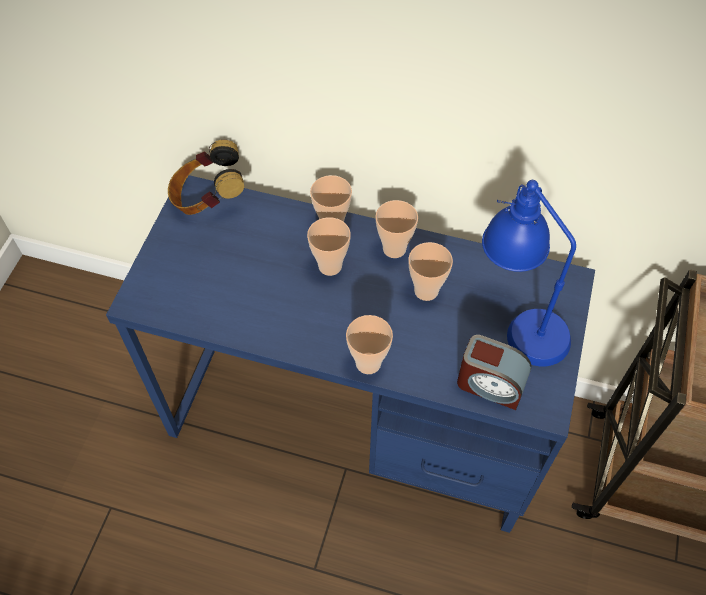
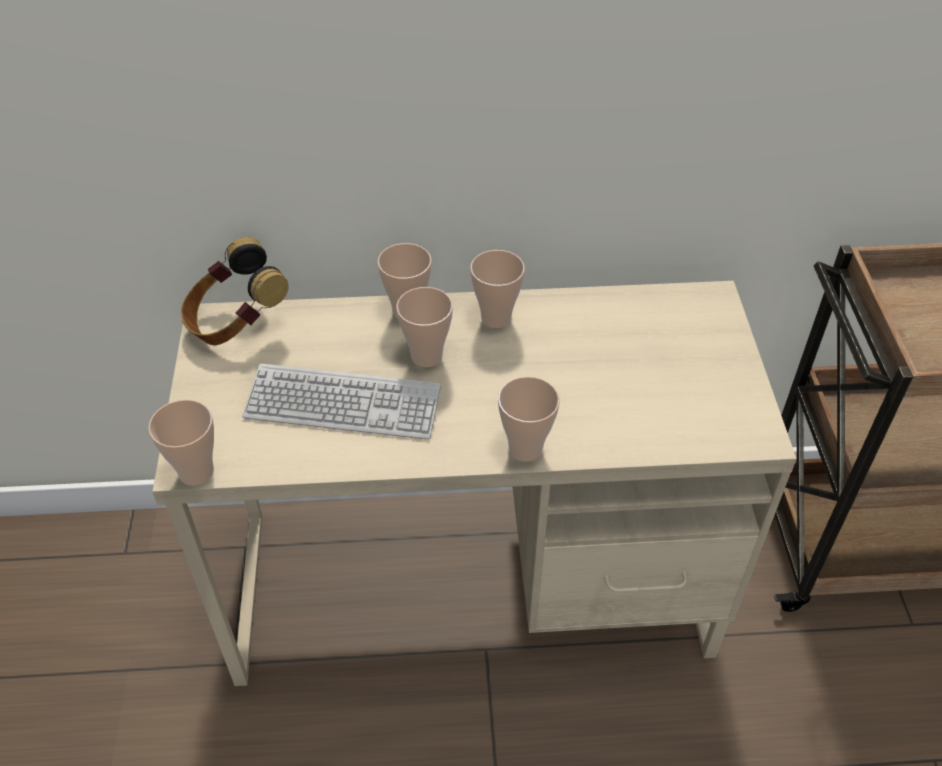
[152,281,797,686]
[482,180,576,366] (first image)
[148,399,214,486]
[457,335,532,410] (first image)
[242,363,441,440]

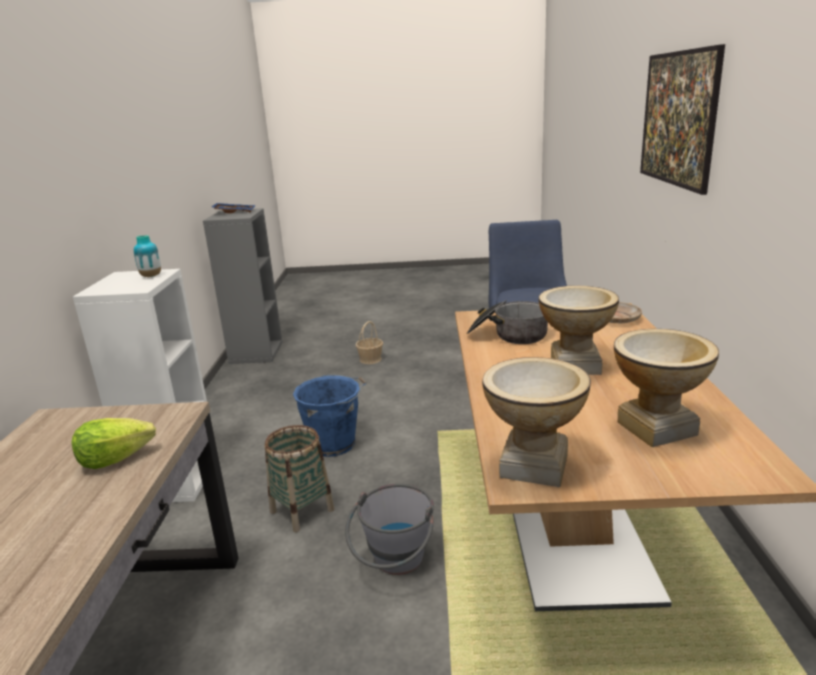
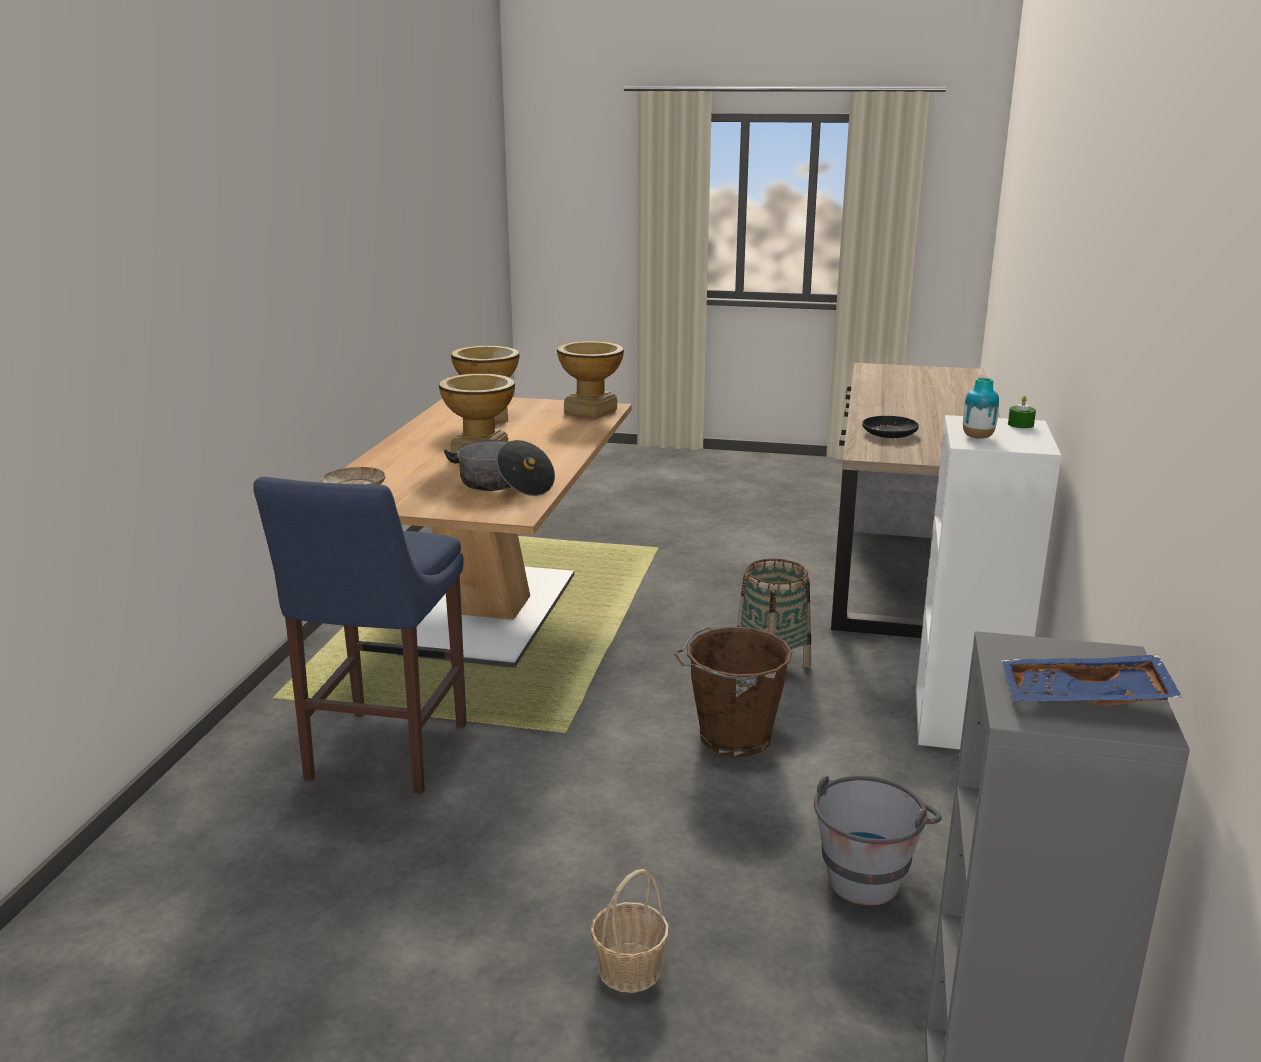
[640,44,725,195] (first image)
[674,627,792,757]
[862,416,919,438]
[814,775,942,906]
[1008,396,1036,429]

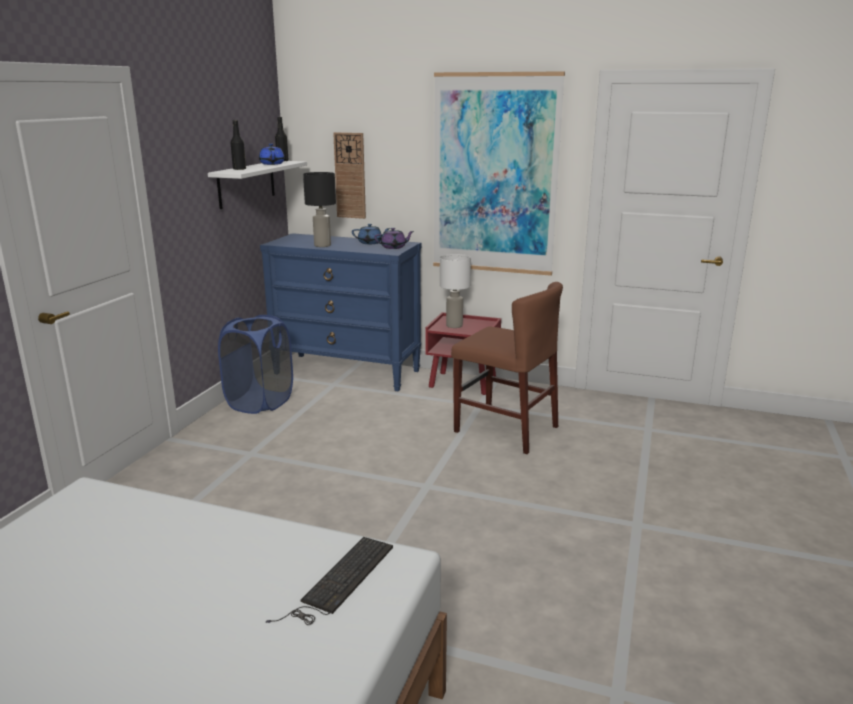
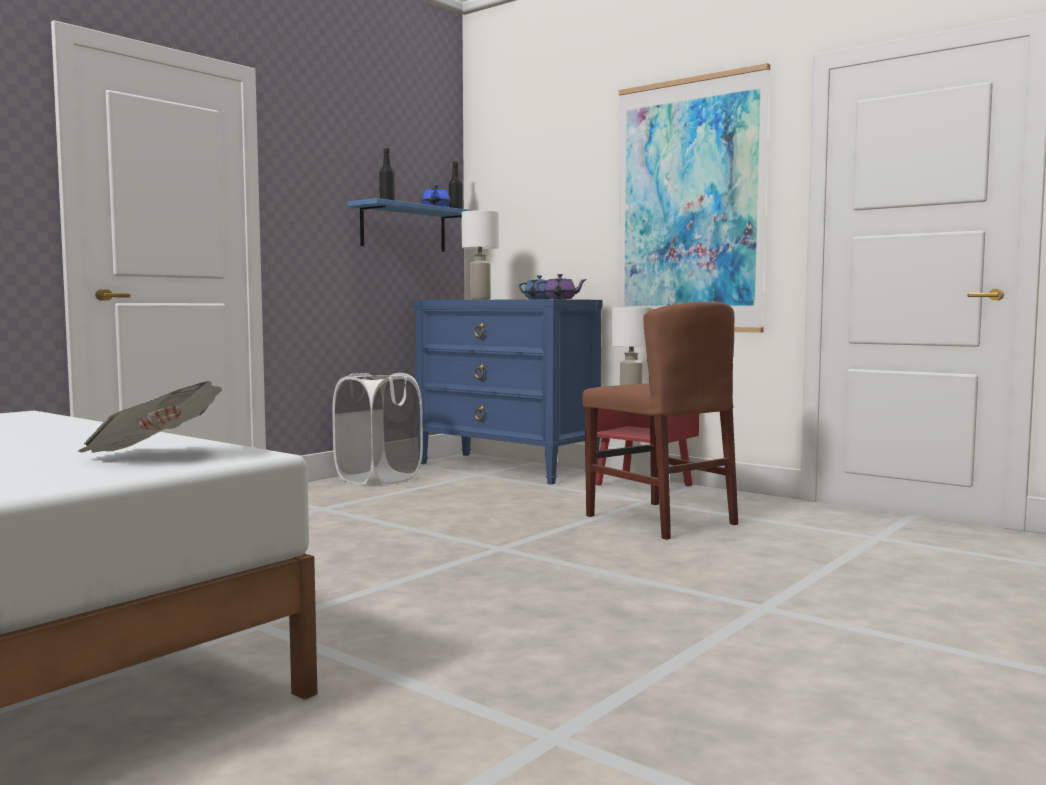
[333,132,366,219] (first image)
[347,198,476,252]
[461,210,499,300]
[332,373,423,485]
[78,381,222,453]

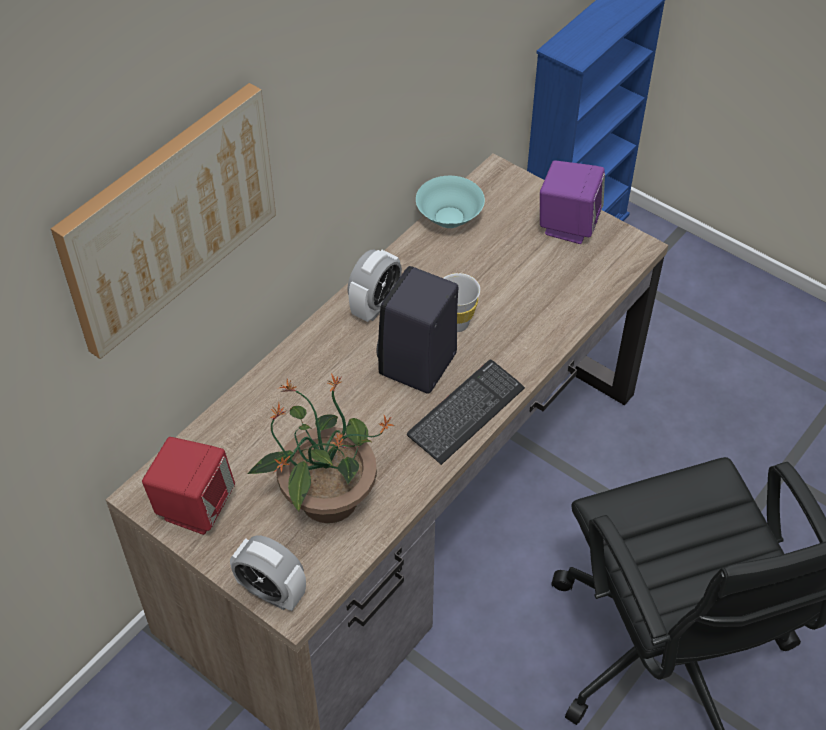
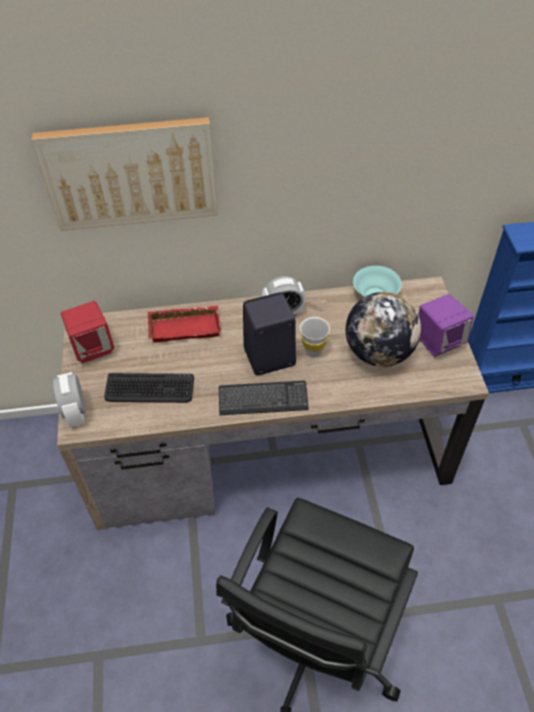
[104,373,194,403]
[346,292,421,367]
[147,306,221,343]

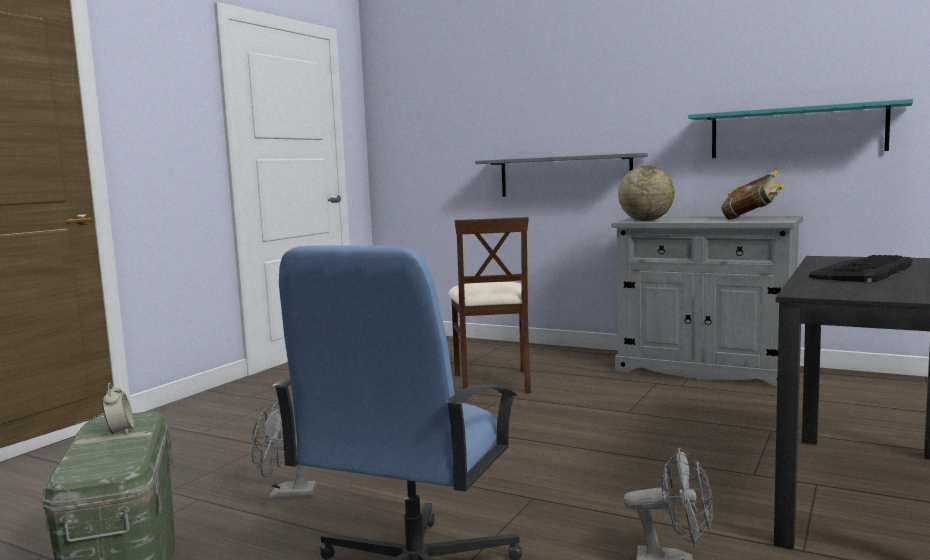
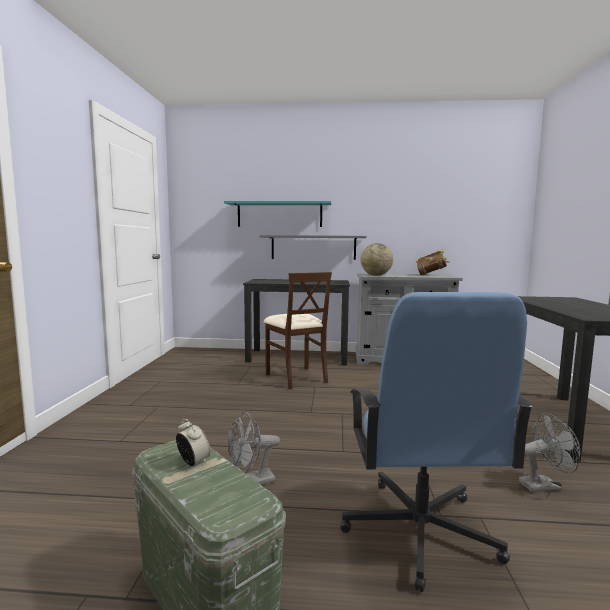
[224,201,331,227]
[809,255,913,282] (first image)
[243,279,350,365]

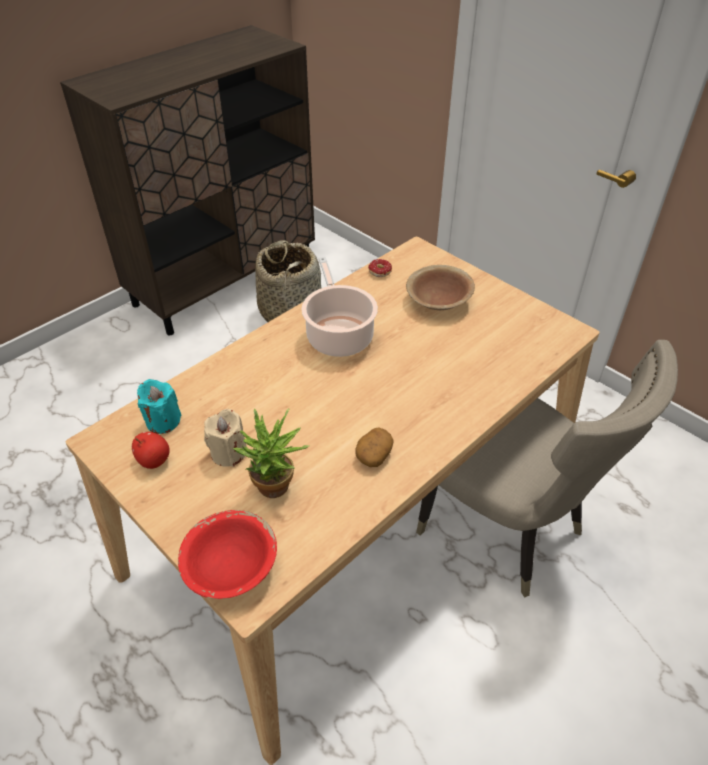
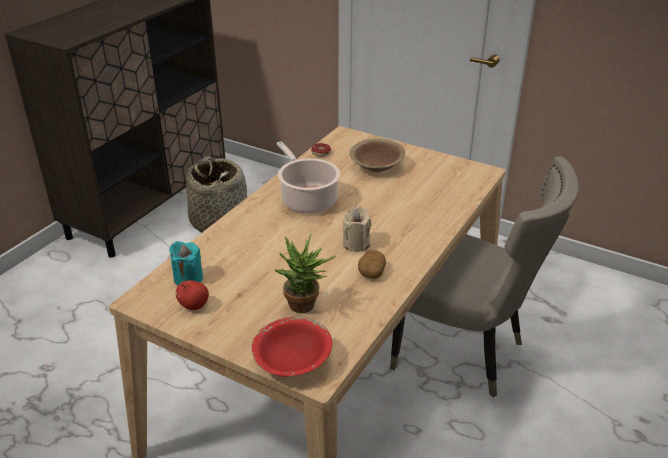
[343,206,371,252]

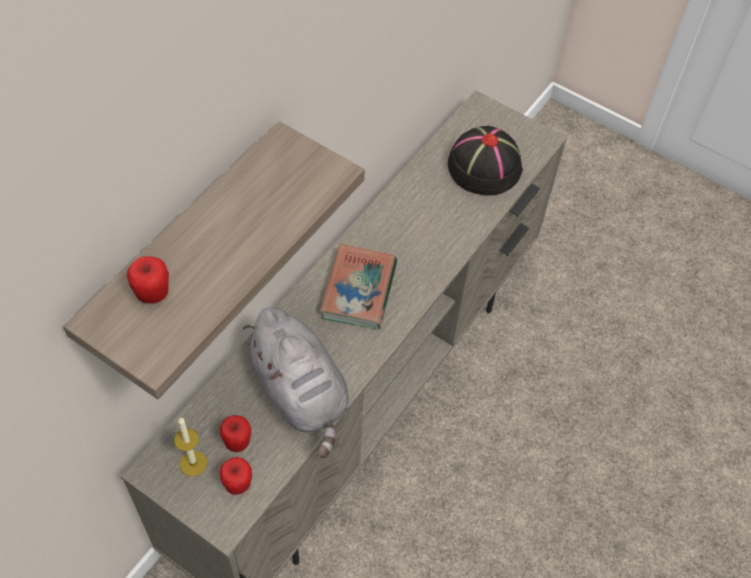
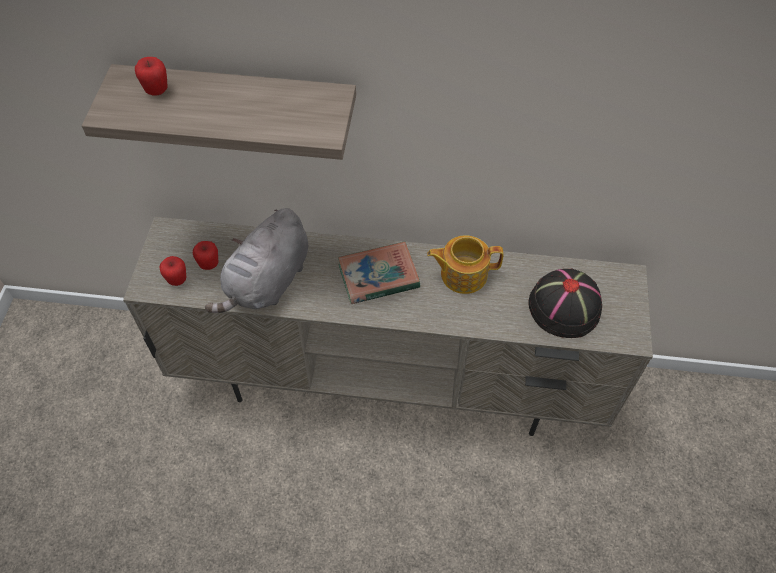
[174,418,207,476] (first image)
[427,235,504,294]

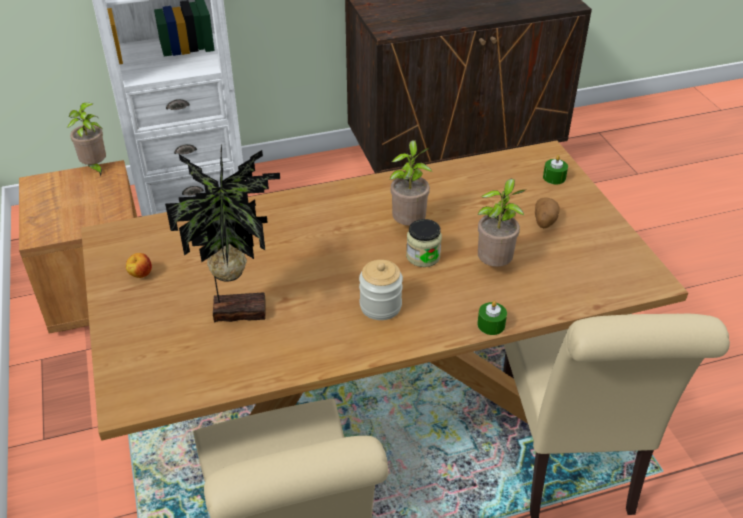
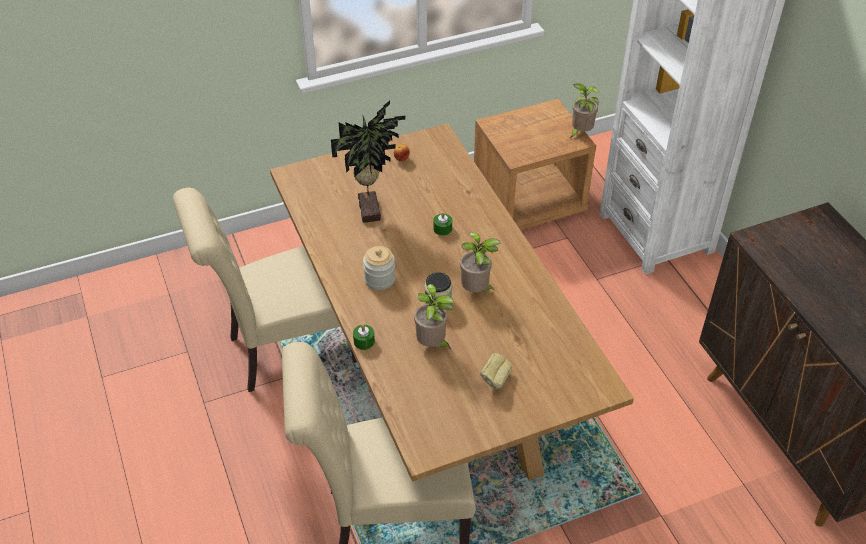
[433,212,452,236]
[480,353,512,390]

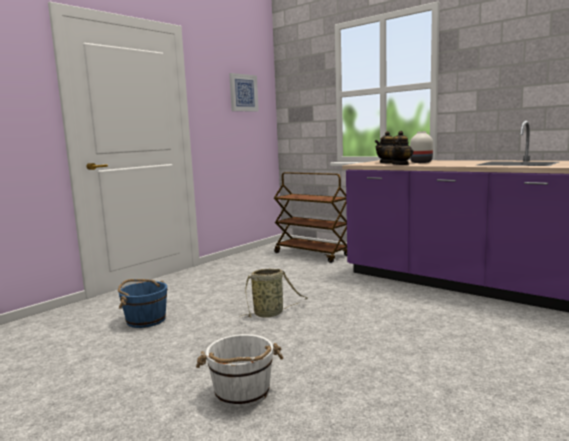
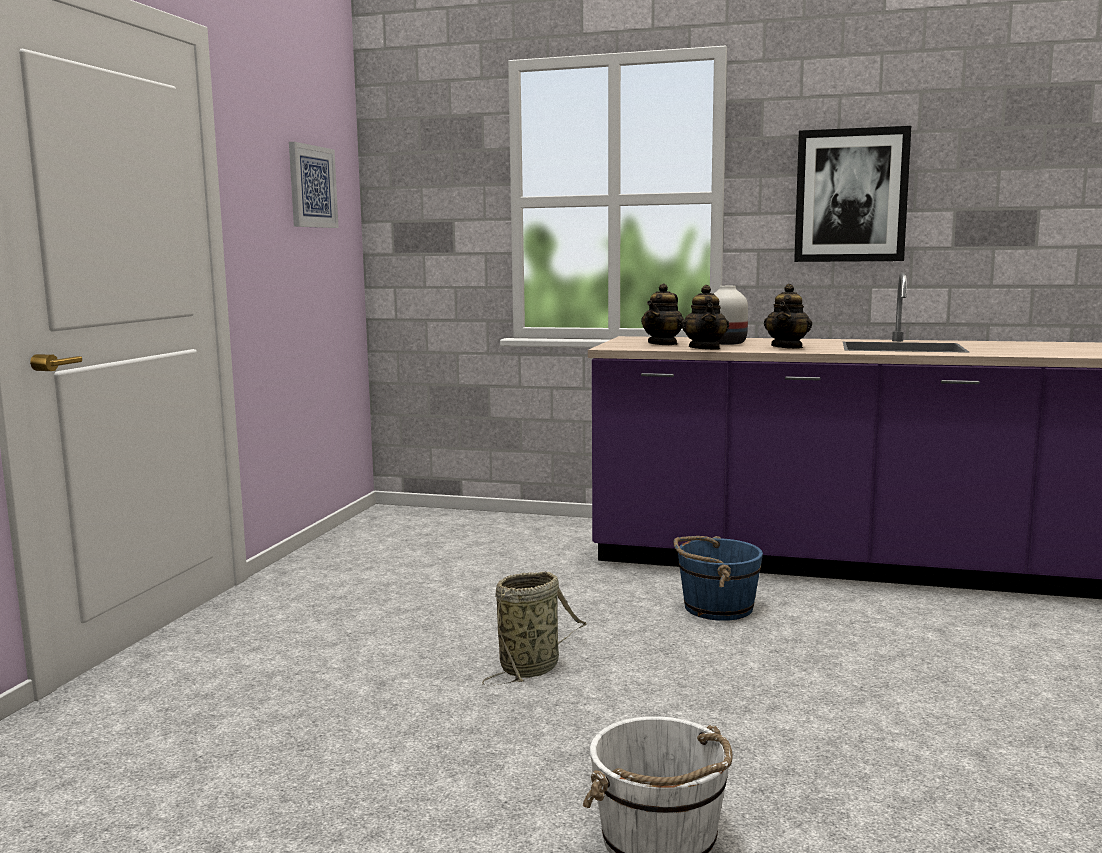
[274,172,347,263] (first image)
[673,536,763,621]
[794,126,911,262]
[764,284,812,349]

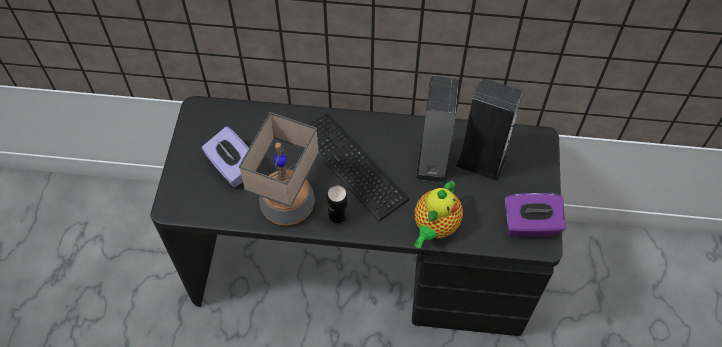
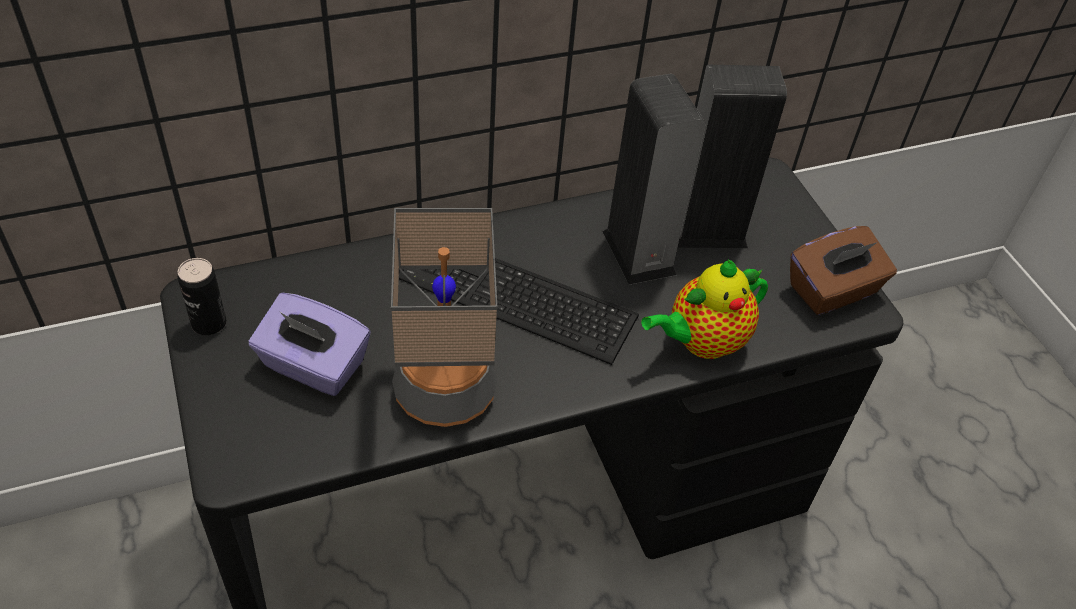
[641,260,768,359]
[178,258,226,335]
[790,226,897,315]

